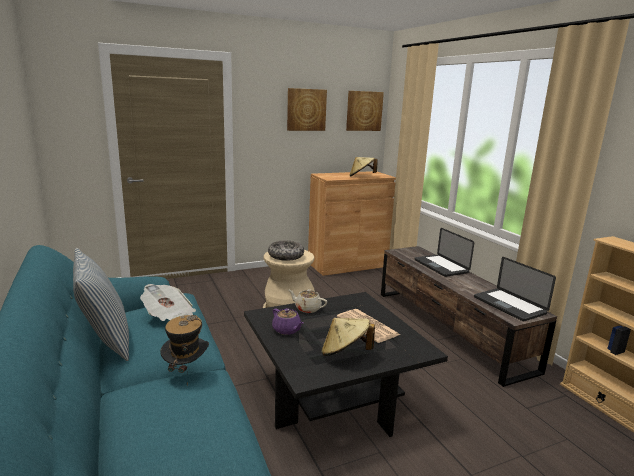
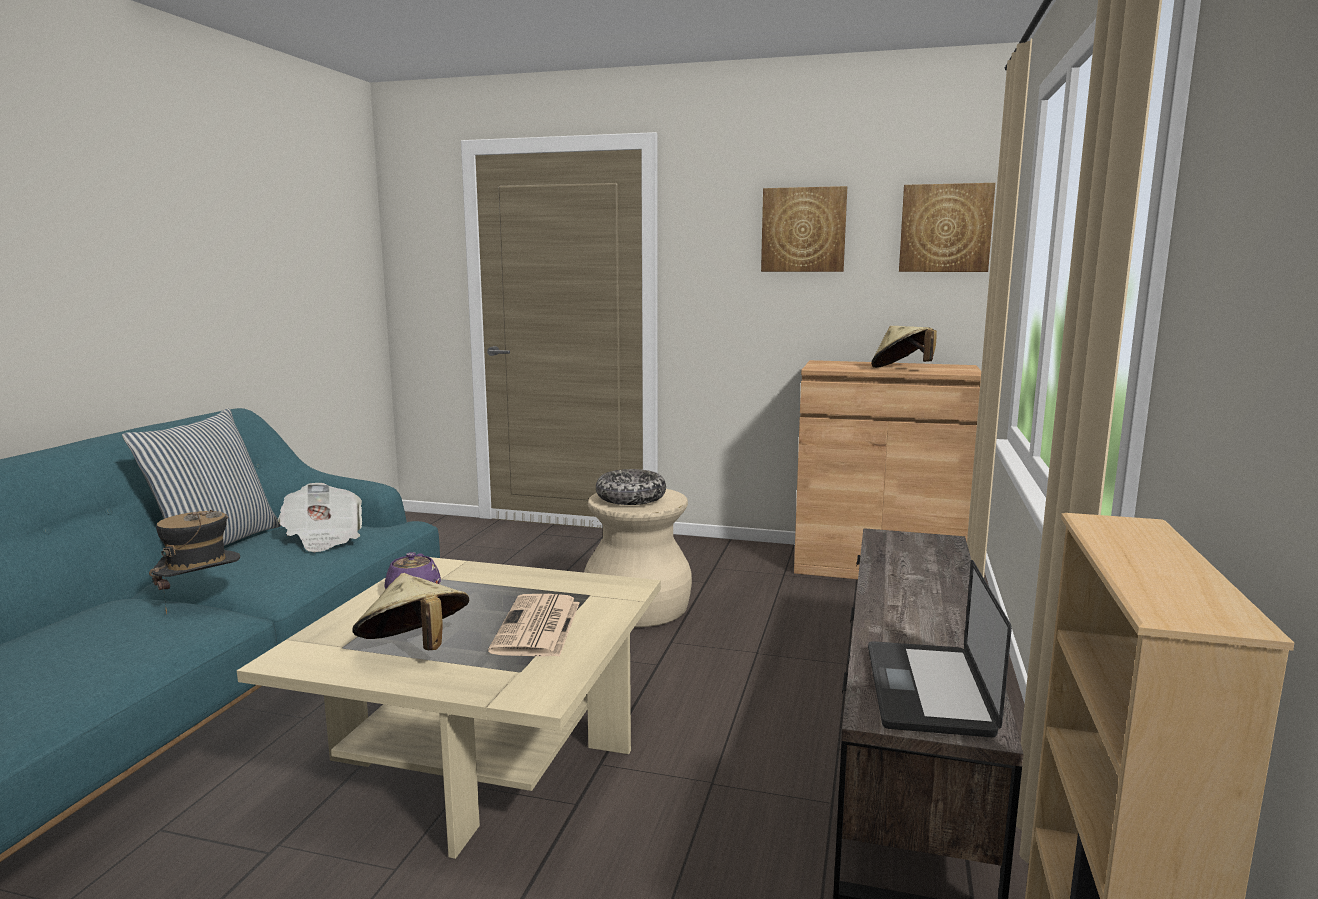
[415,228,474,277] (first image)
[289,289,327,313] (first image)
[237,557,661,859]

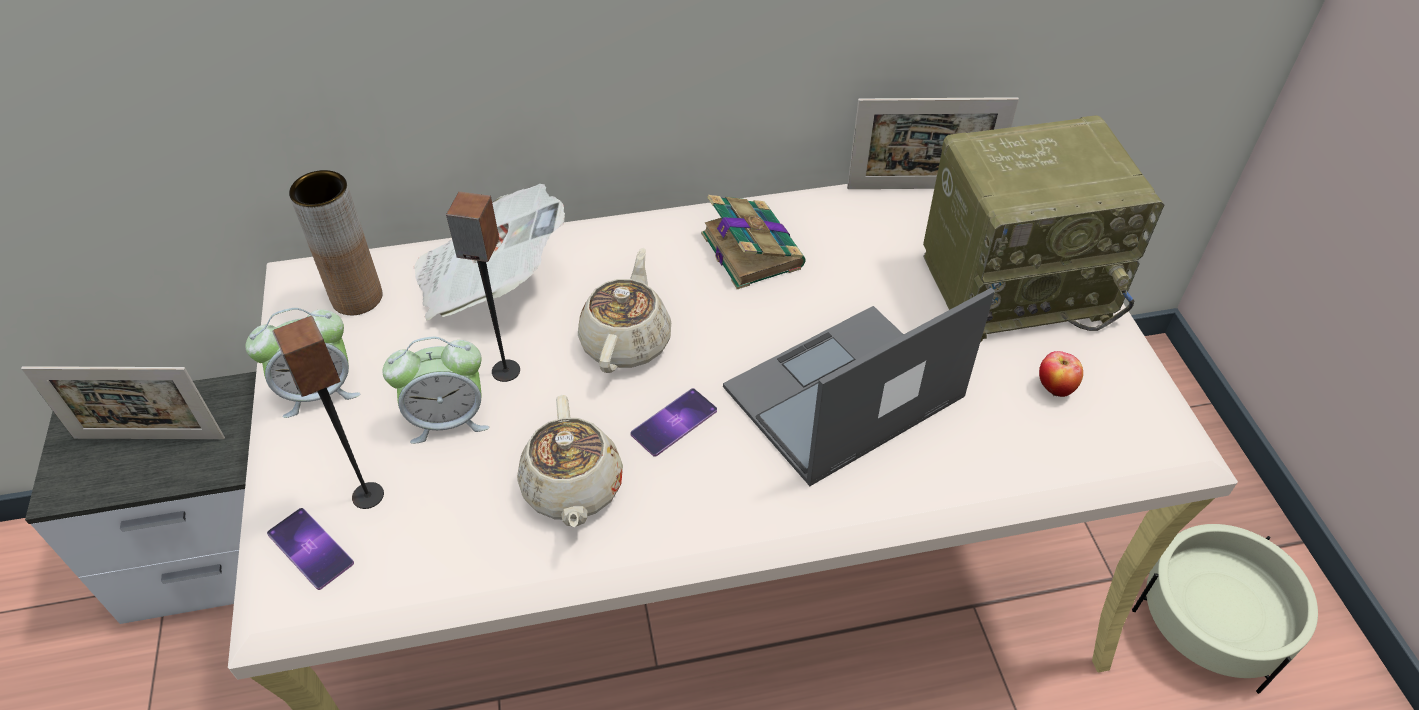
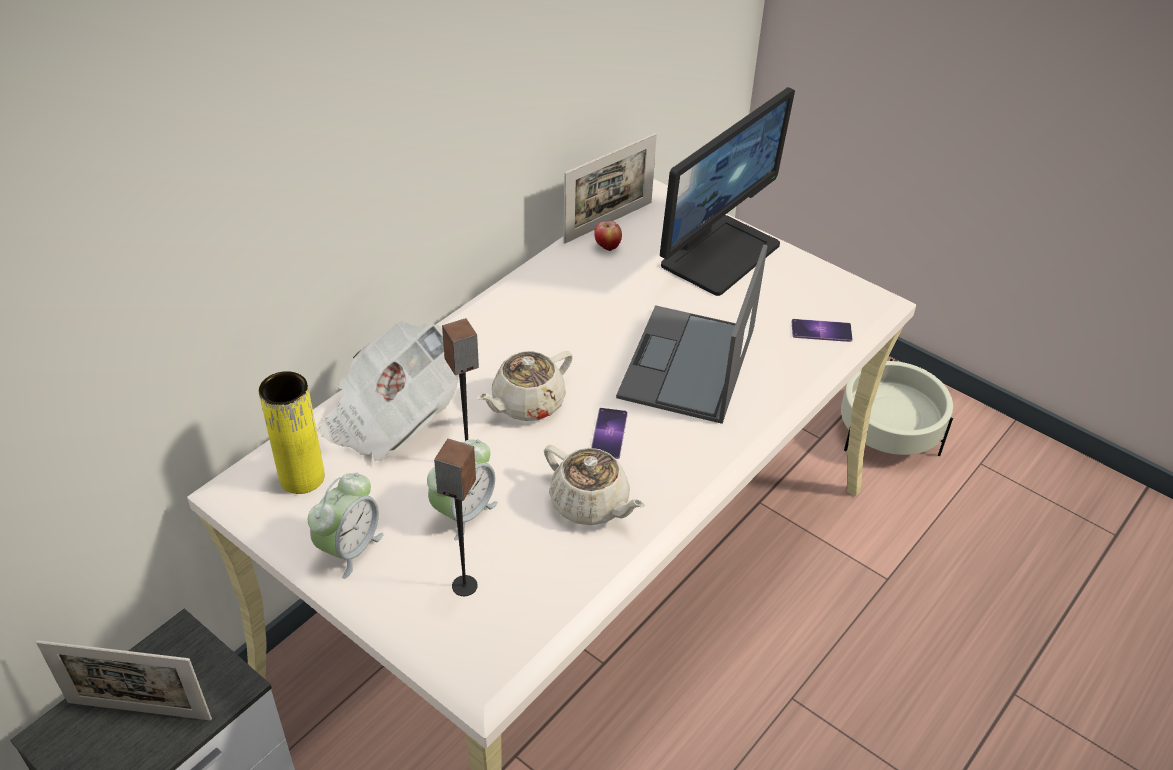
[660,87,795,296]
[259,371,325,494]
[701,195,805,289] (first image)
[477,351,573,421]
[594,221,622,252]
[36,640,212,720]
[792,319,853,342]

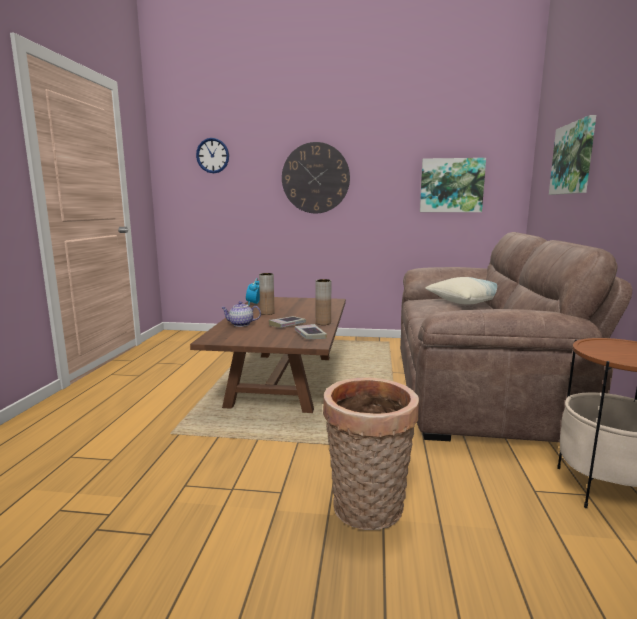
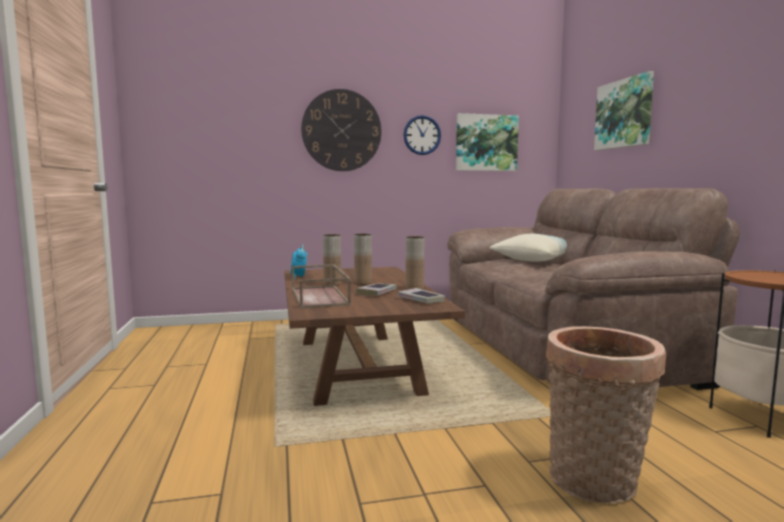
[403,115,441,155]
[291,264,351,309]
[354,234,372,285]

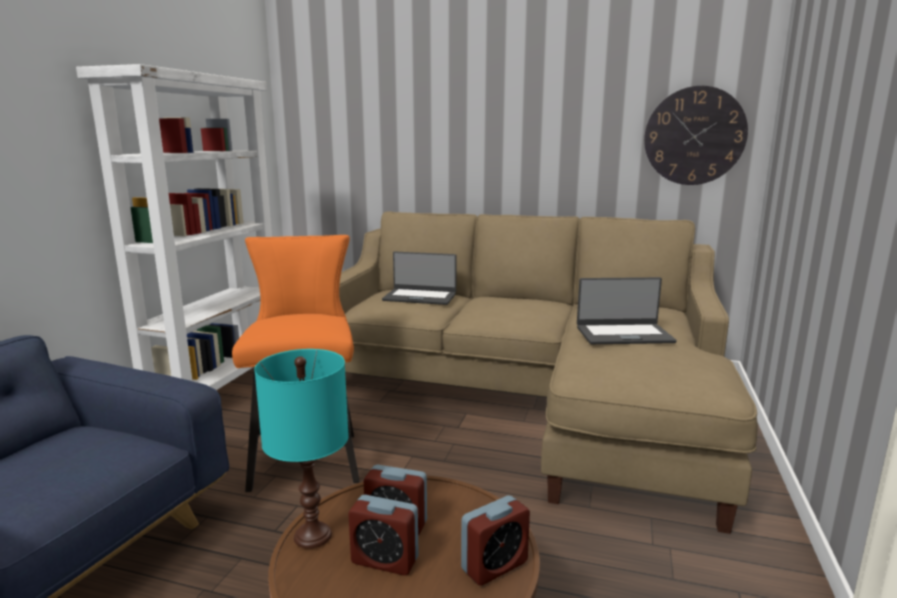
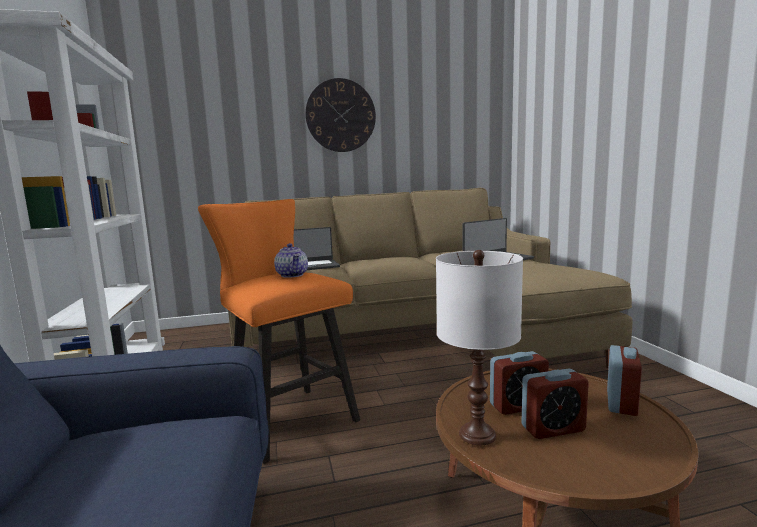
[305,78,376,152]
[436,250,523,445]
[274,243,308,278]

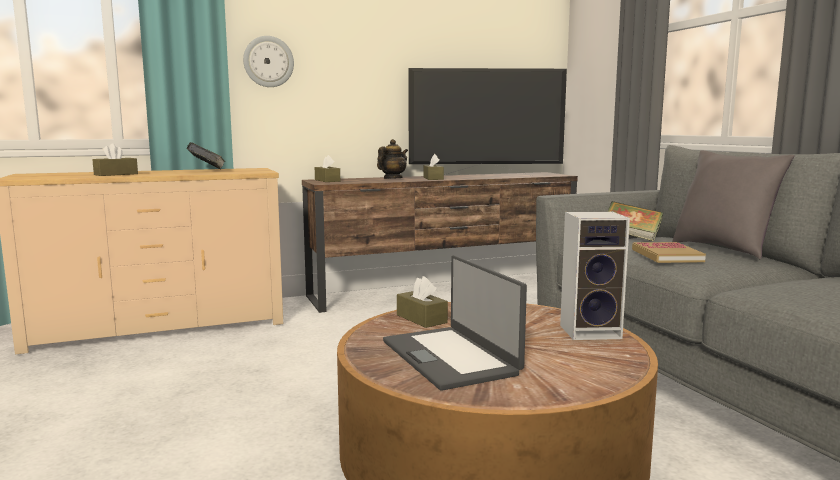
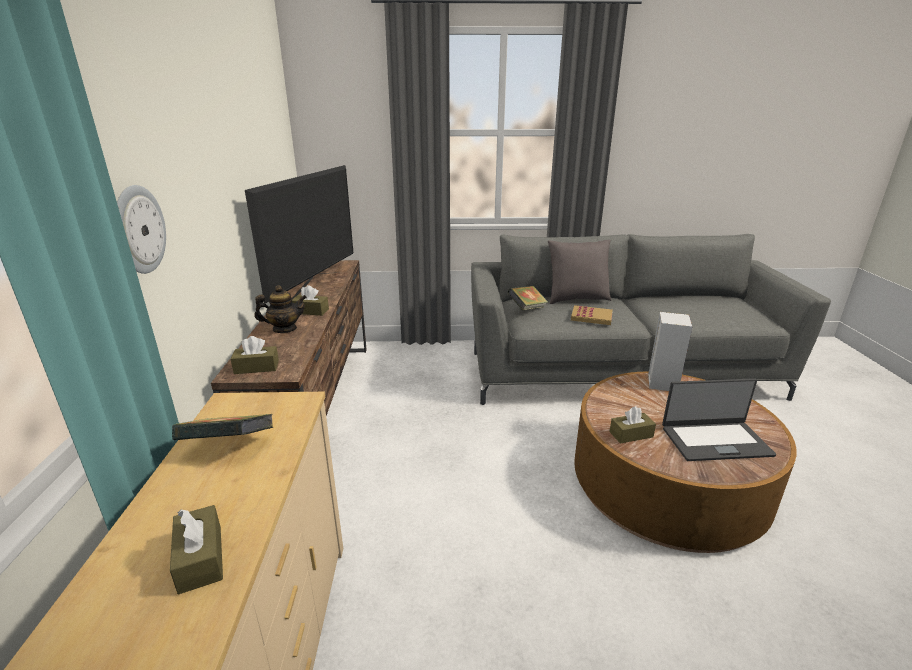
[255,285,307,333]

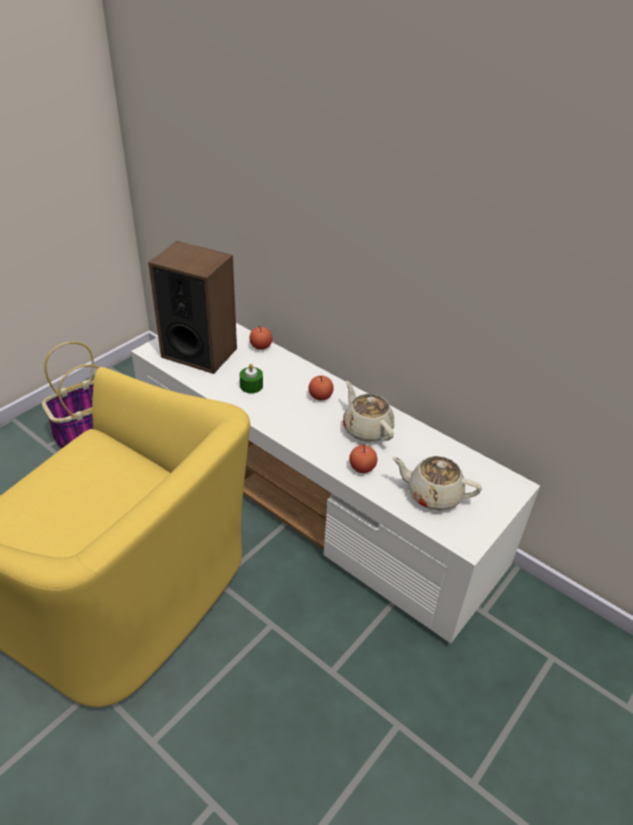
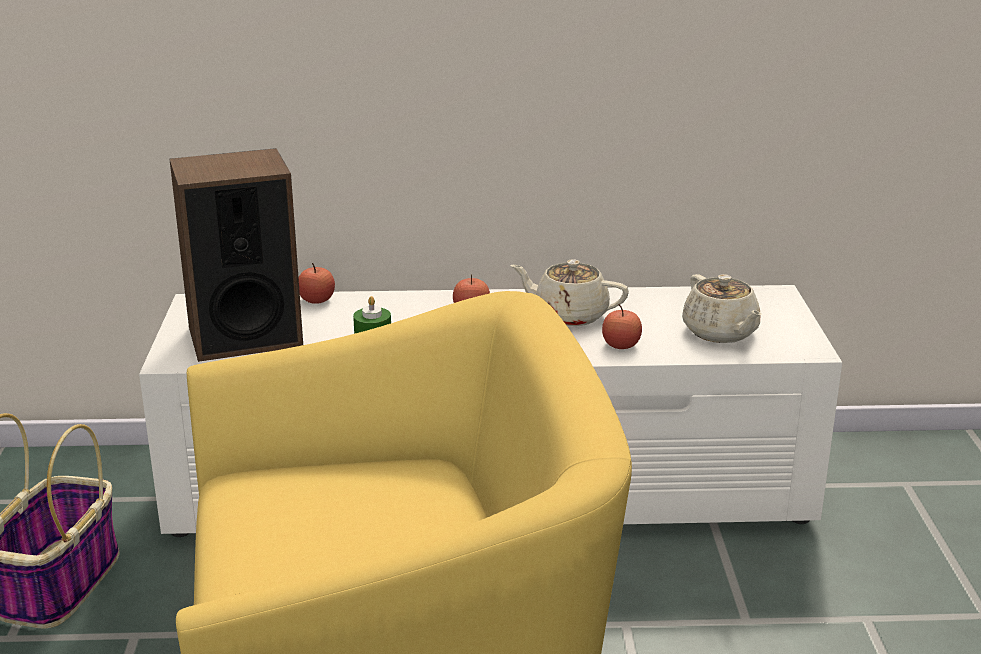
[682,274,762,343]

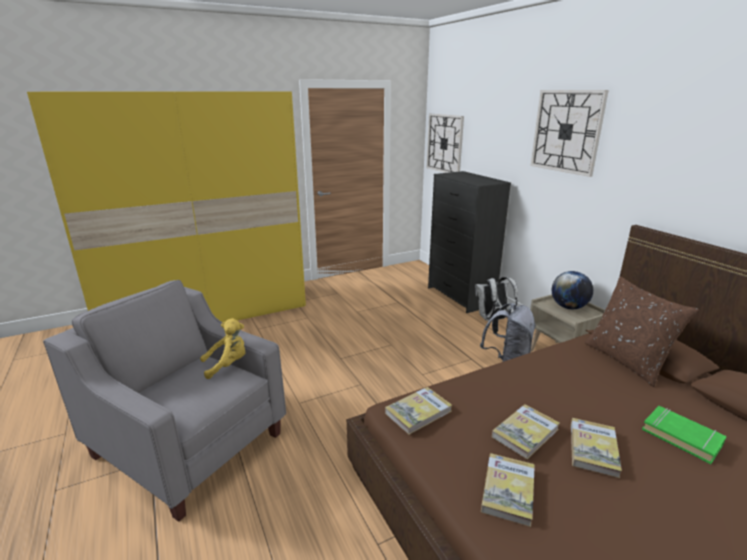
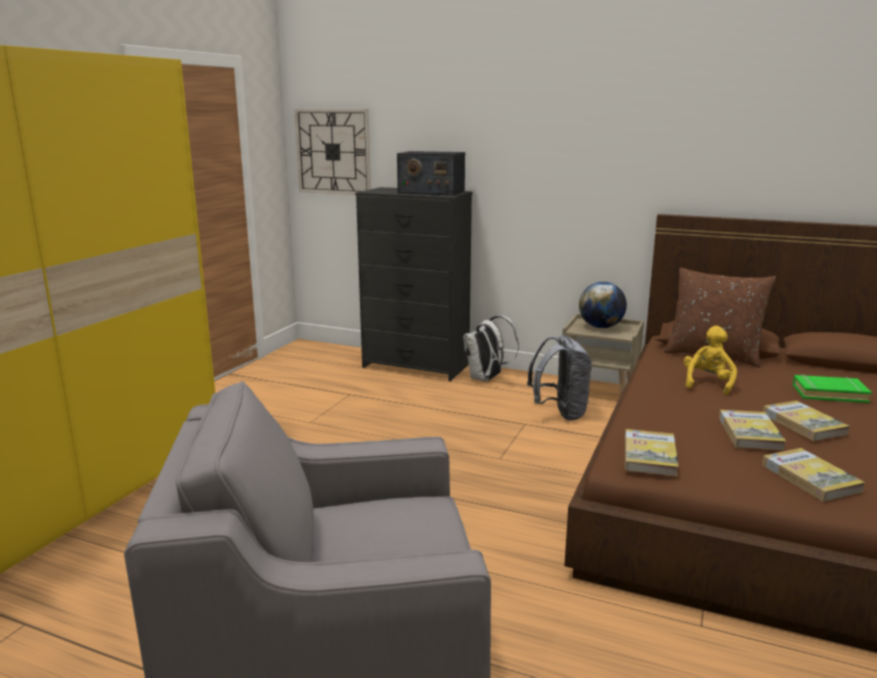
[530,90,609,177] (first image)
[684,326,737,395]
[397,151,465,195]

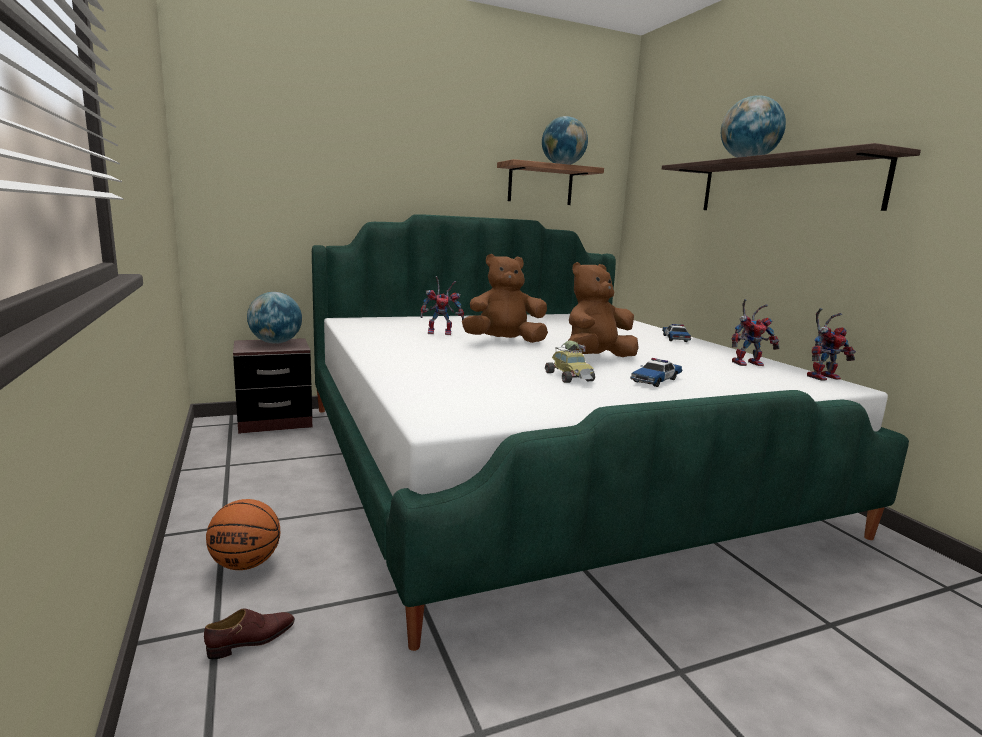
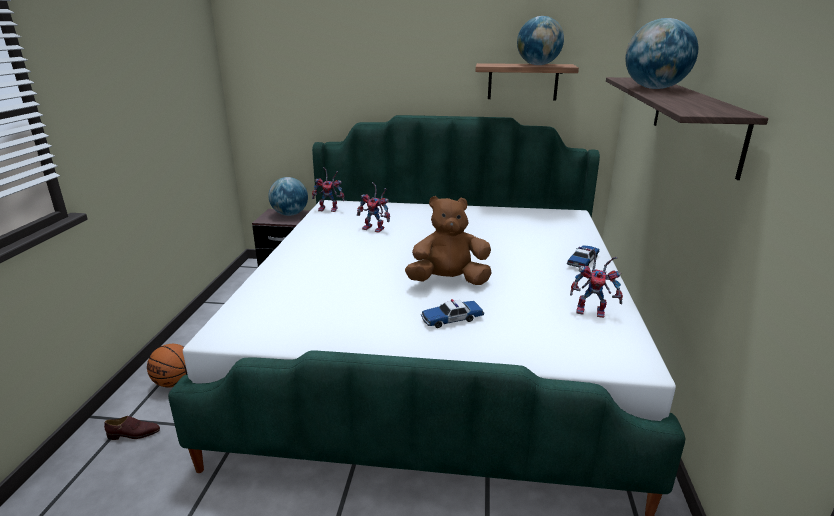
[462,254,548,343] (first image)
[312,167,344,212]
[545,340,595,383] (first image)

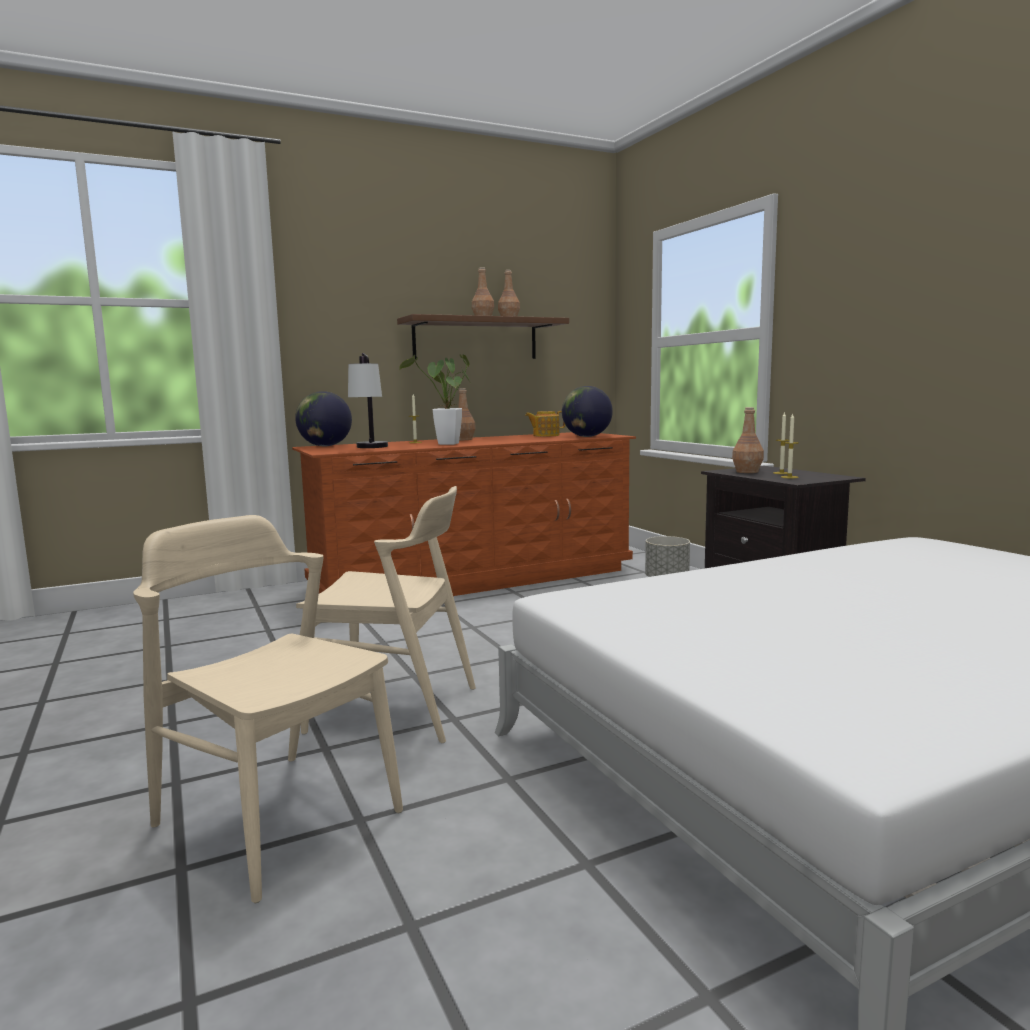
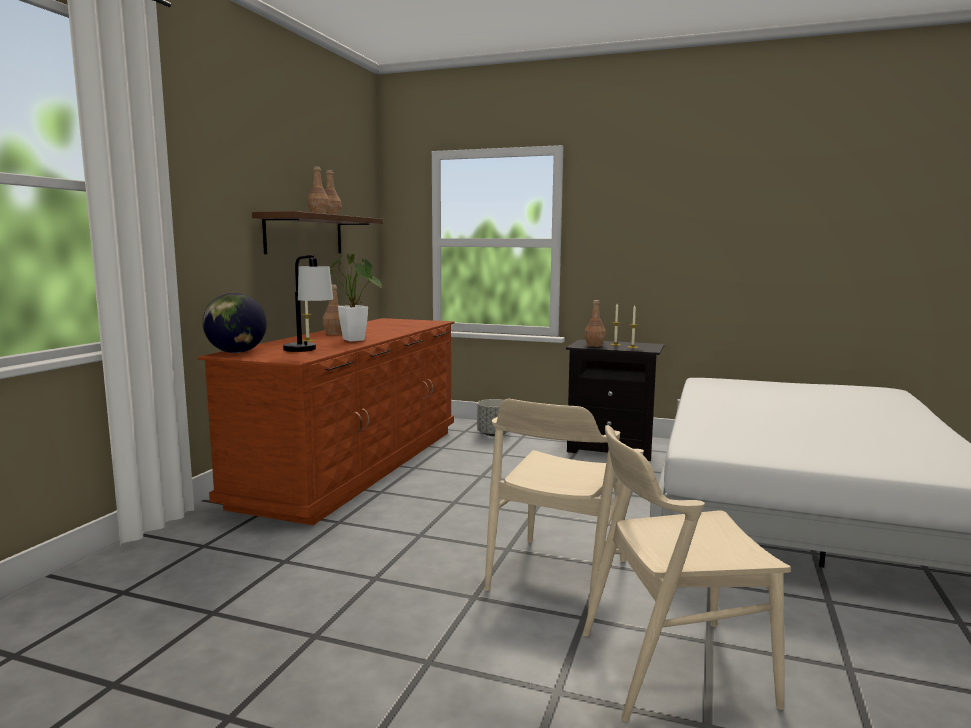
[562,386,613,437] (first image)
[525,411,565,437] (first image)
[485,399,625,611]

